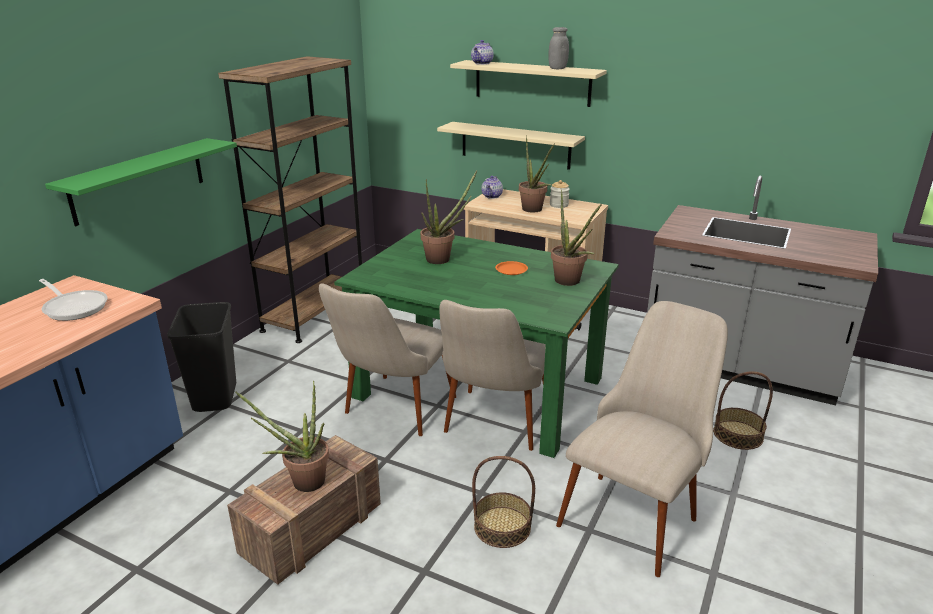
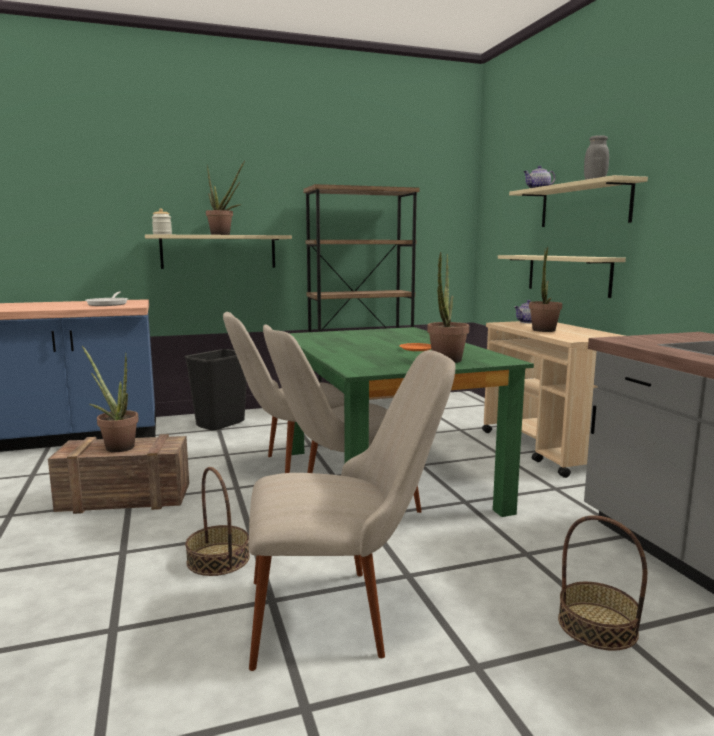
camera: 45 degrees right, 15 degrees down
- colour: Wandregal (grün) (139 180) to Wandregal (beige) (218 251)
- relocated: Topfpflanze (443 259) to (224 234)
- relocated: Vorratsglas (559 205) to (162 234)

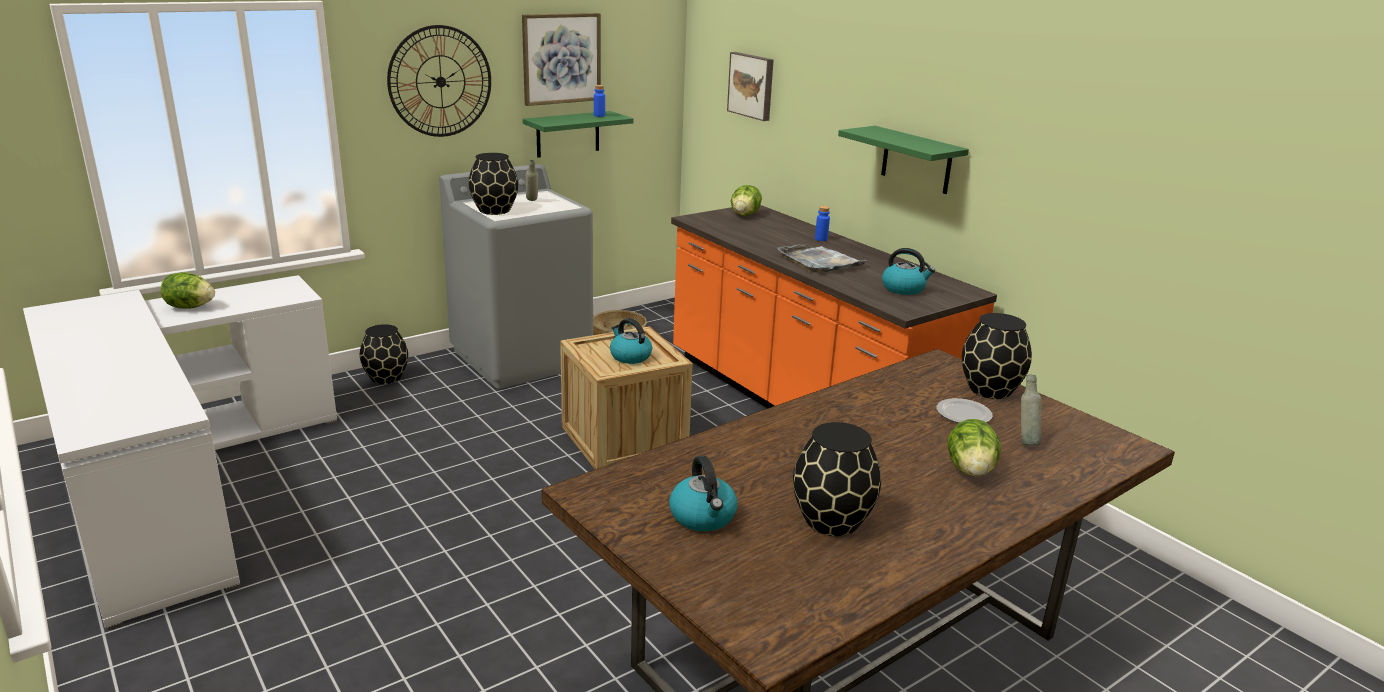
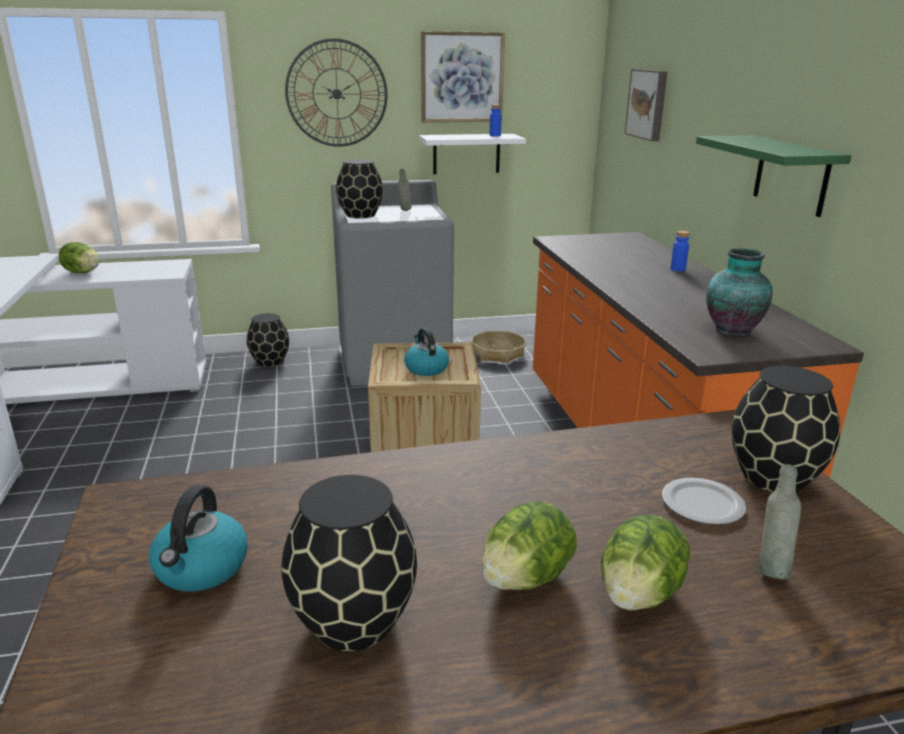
camera: 25 degrees right, 0 degrees up
- colour: Wandregal (grün) (568 134) to Wandregal (weiß) (466 154)
- relocated: Salatkopf (745 215) to (525 578)
- missing: Tablett (grau) (819 261)
- exchanged: Wasserkessel (904 289) to Vase (732 330)

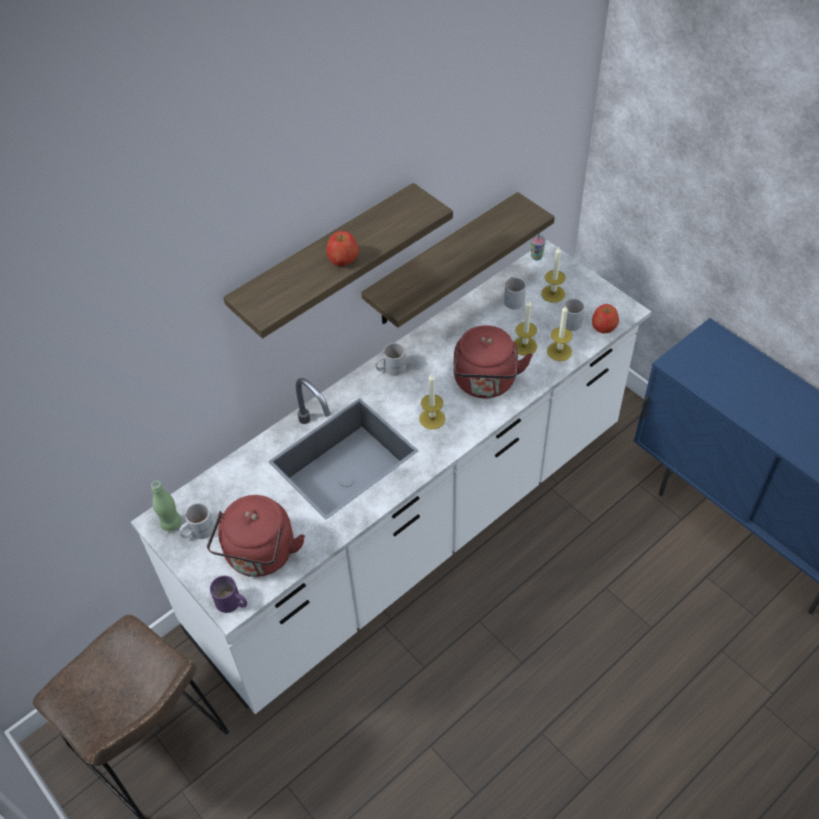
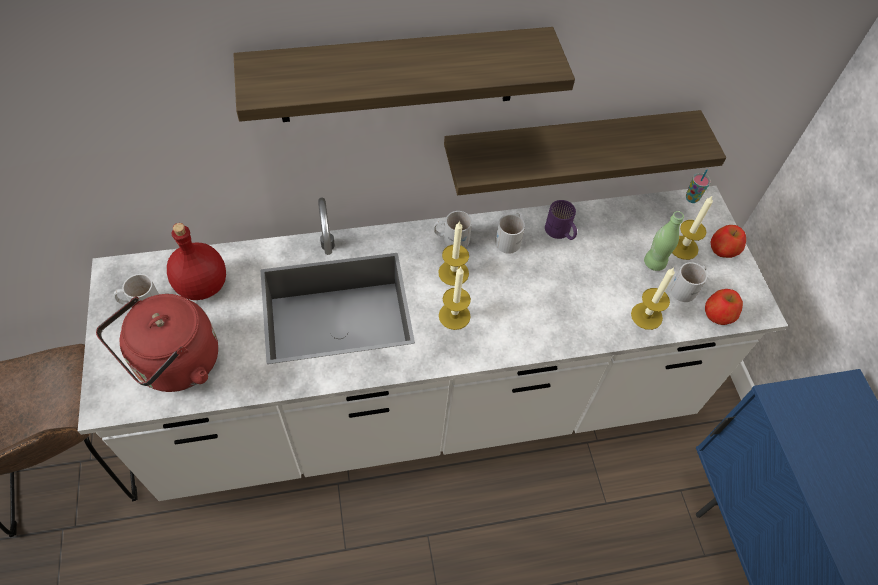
camera: 25 degrees right, 5 degrees up
- relocated: Flasche (grün) (171 523) to (654 263)
- relocated: Henkelbecher (lila) (231 604) to (559 232)
- relocated: Apfel (343 259) to (723 249)
- missing: Wasserkessel (rot) (485 383)
- relocated: Henkelbecher (weiß) (514 298) to (510 239)
- relocated: Kerze (524 346) to (453 273)
- appeared: Flasche (rot) (202 286)

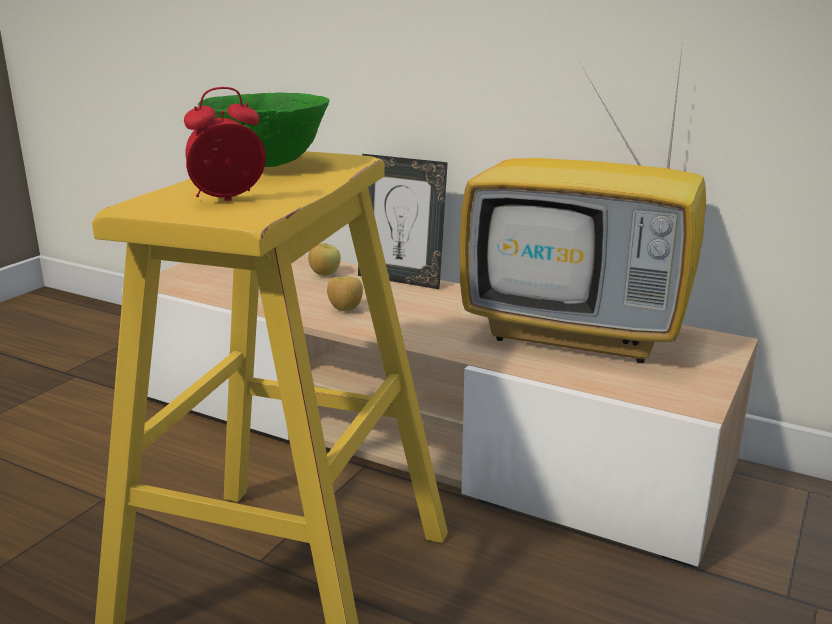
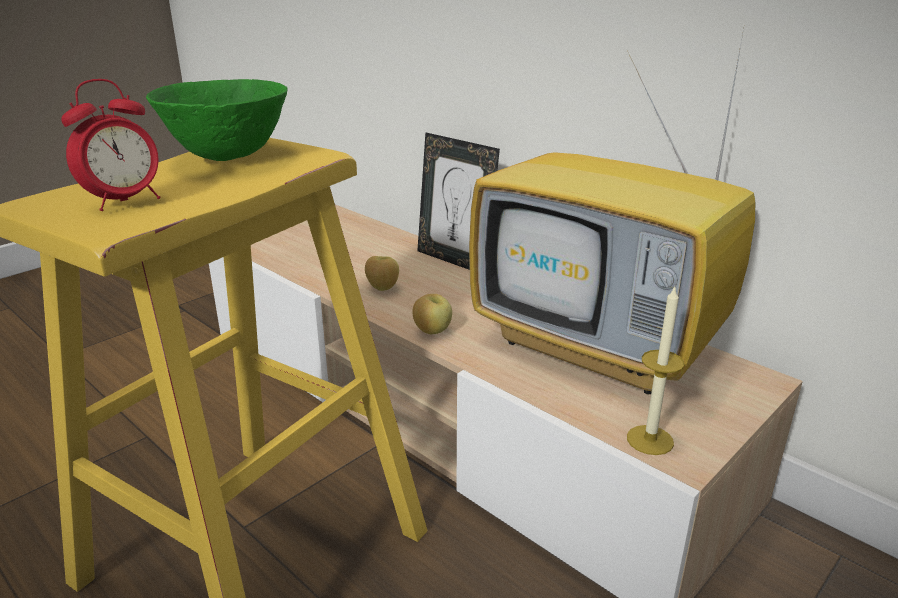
camera: 15 degrees right, 5 degrees up
- spun: Wecker (227 199) = (125 201) 150 degrees clockwise
- relocated: Apfel (325 274) to (432 331)
- appeared: Kerze (650 440)

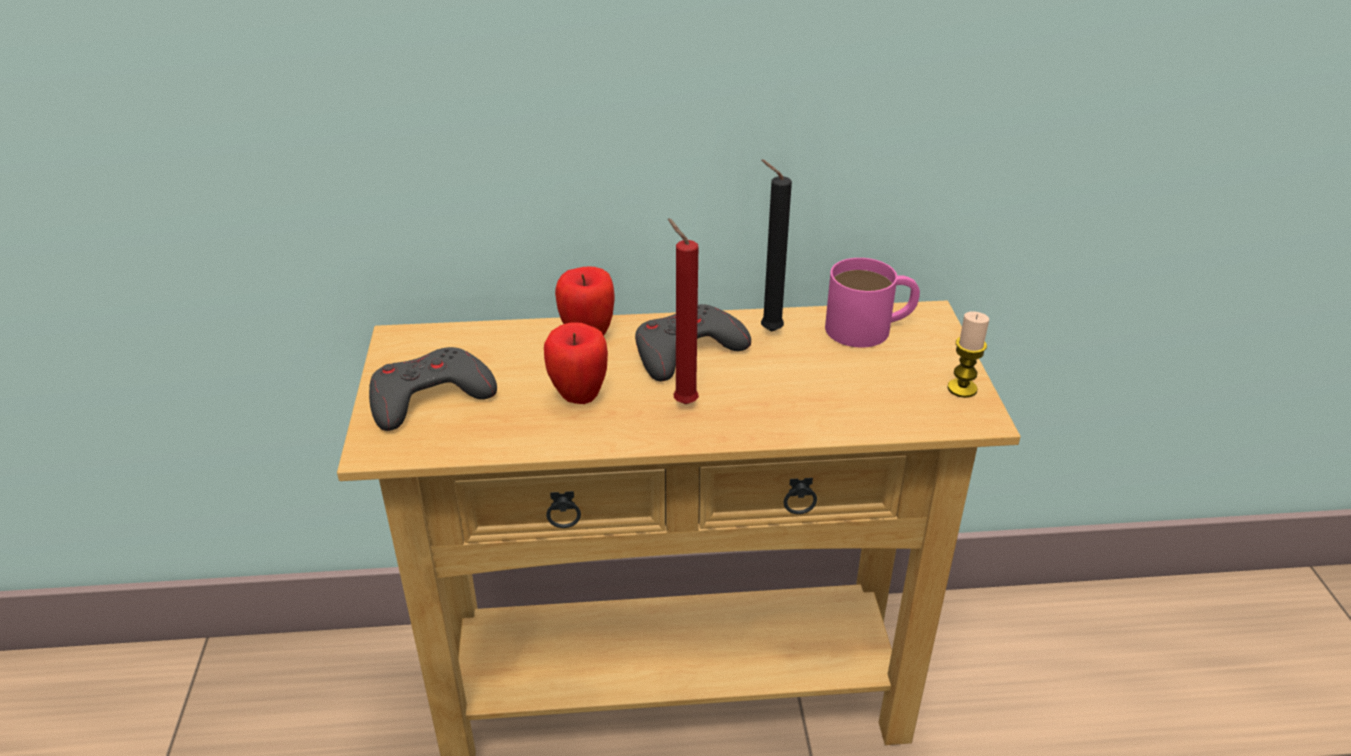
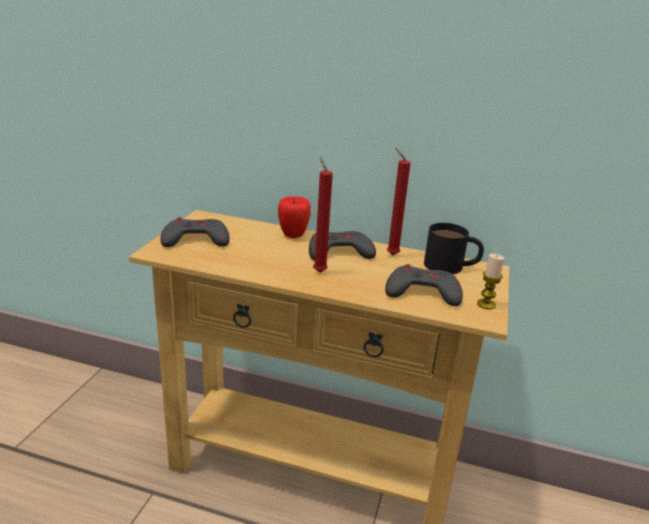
camera: 20 degrees right, 10 degrees down
- missing: Apfel (578 395)
- colour: Kerze (schwarz) (767 330) to Kerze (rot) (390 254)
- colour: Henkelbecher (rosa) (870 327) to Henkelbecher (schwarz) (451 266)
- appeared: Gamepad (grau) (422 292)

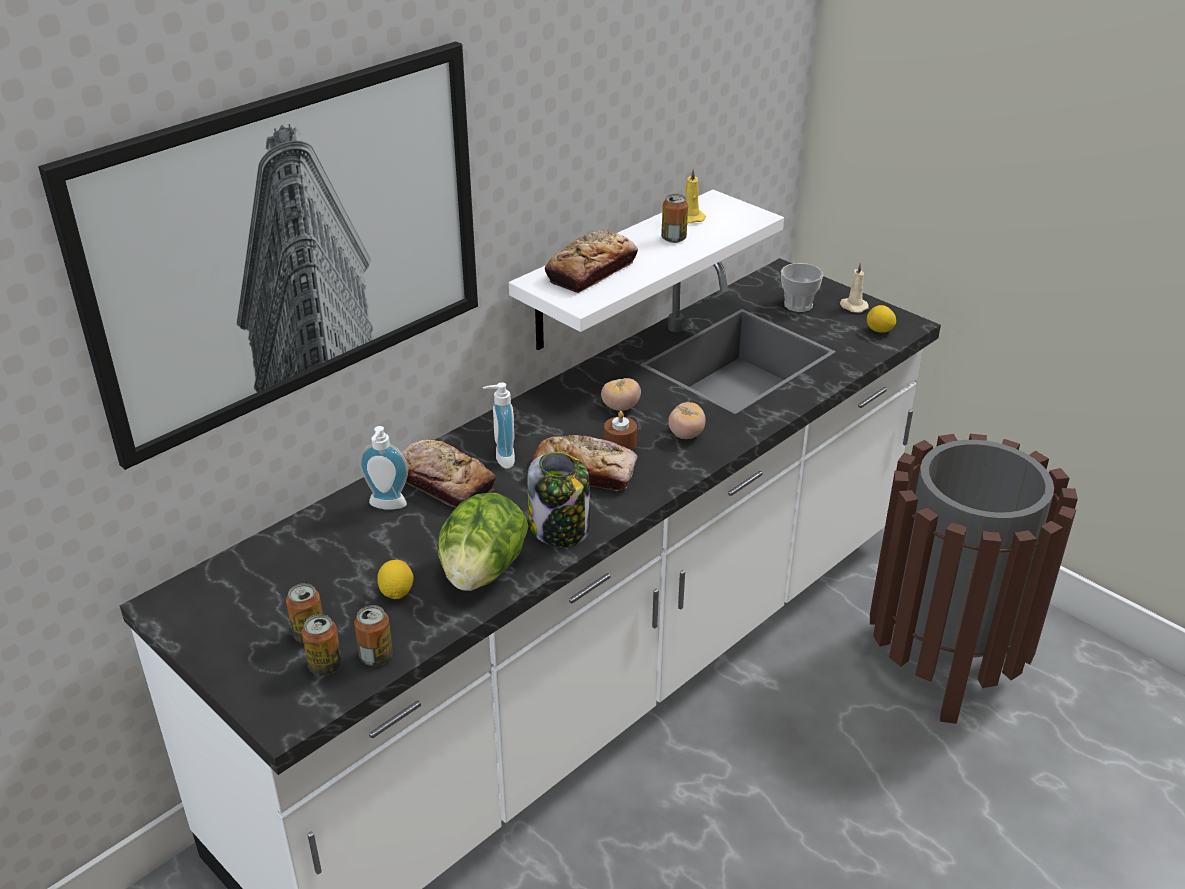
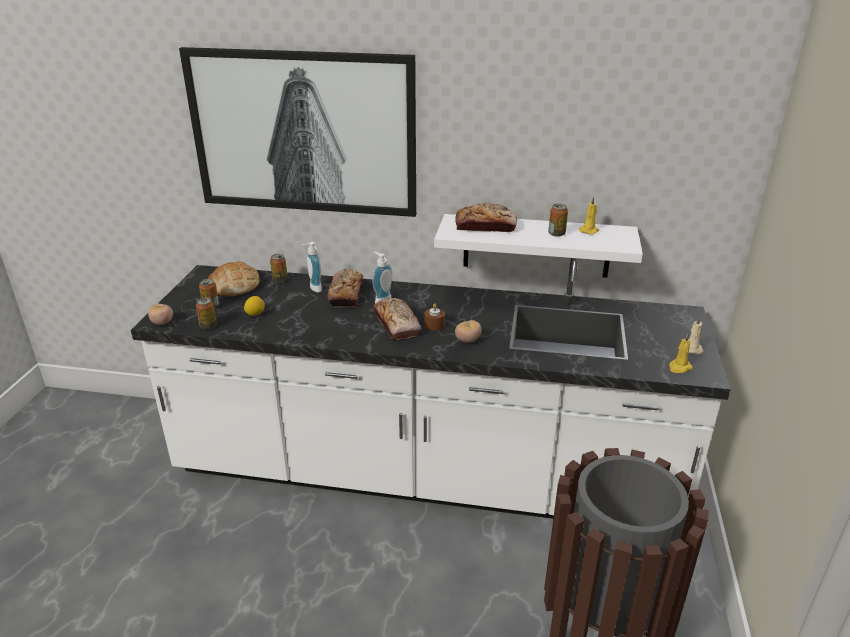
camera: 55 degrees right, 5 degrees down
- relocated: Dose (325 666) to (280 280)
- missing: Salatkopf (482 572)
- missing: Vorratsglas (560 529)
- relocated: Tomate (620 407) to (162 323)
- missing: Tasse (798 305)
- exchanged: Zitrone (879 331) to Kerze (gelb) (679 367)
- appeared: Brot (233 285)

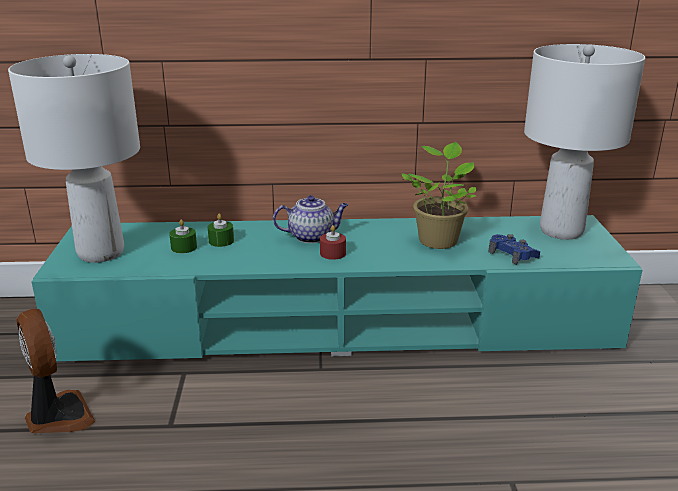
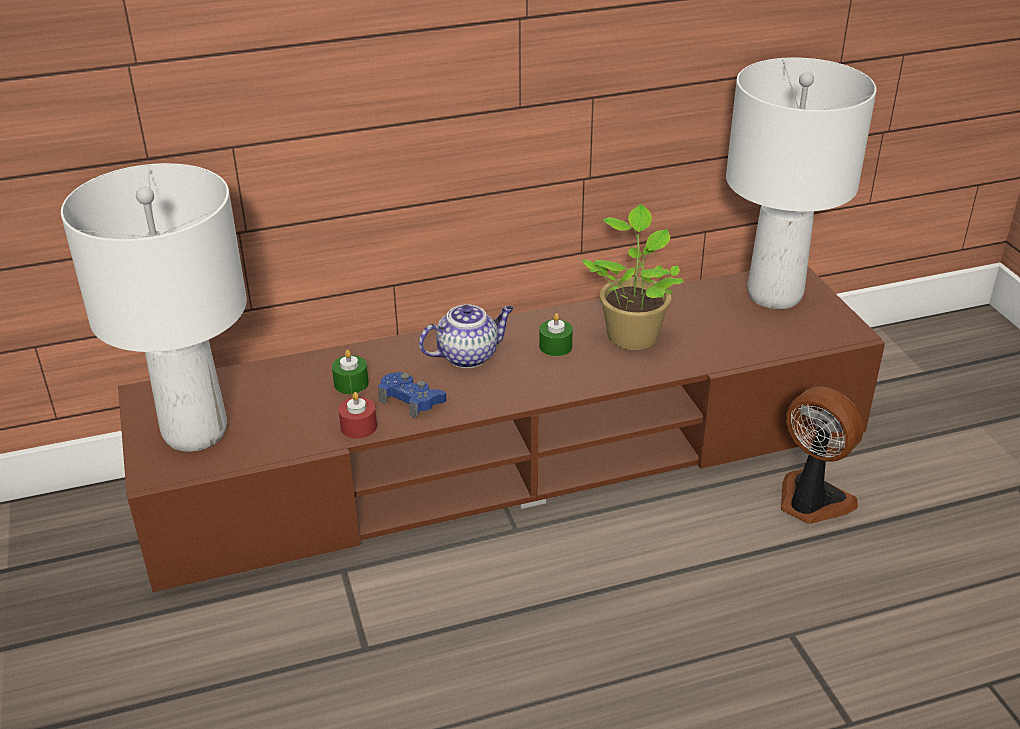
camera: 15 degrees left, 10 degrees up
- relocated: Ventilator (57 416) to (810 501)
- colour: Fernsehschrank (türkis) (340 325) to Fernsehschrank (braun) (512 459)
- relocated: Kerze (grün) (184 247) to (555 346)
- relocated: Kerze (rot) (333 253) to (358 427)
- relocated: Gamepad (blau) (512 254) to (411 400)

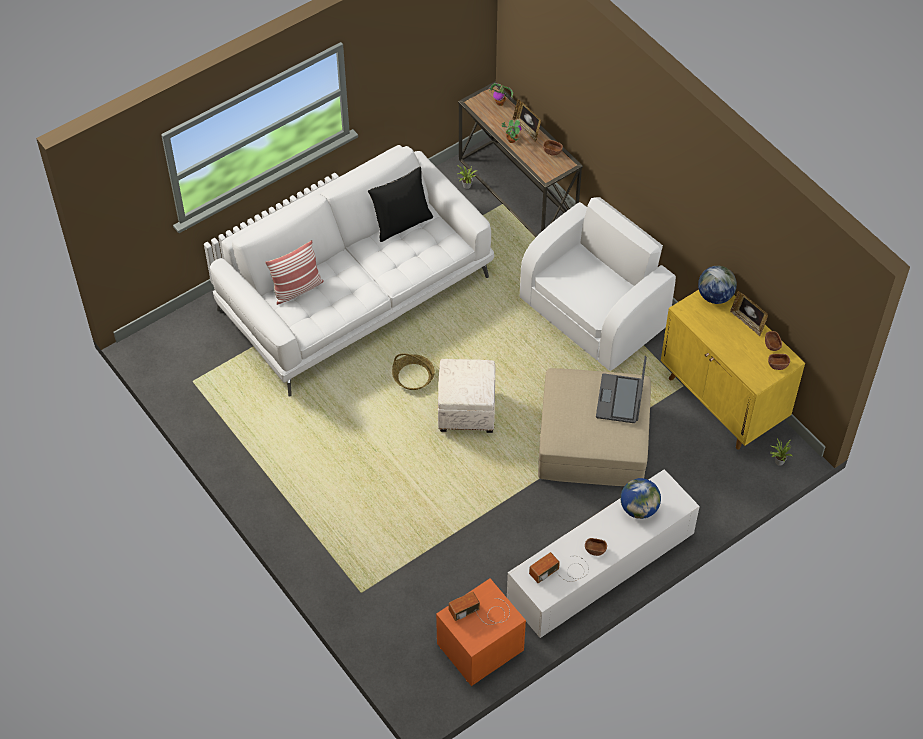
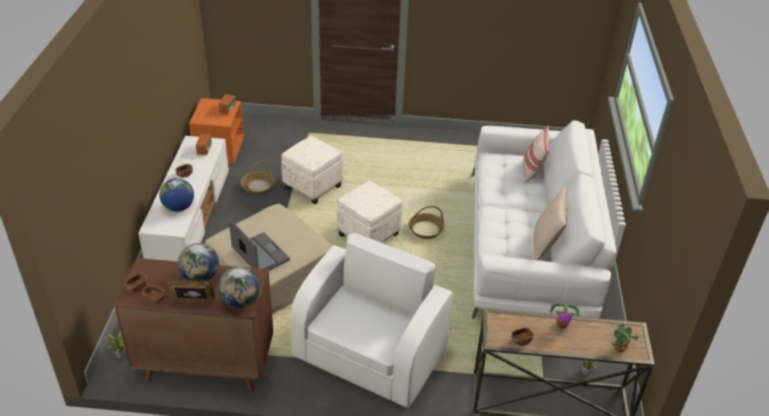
camera: 130 degrees right, 15 degrees down
- colour: Kissen (schwarz) (401 223) to Kissen (beige) (545 245)
- missing: Bilderrahmen (527 129)
- spun: Sessel (weiß) (594 313) = (370 353) 150 degrees counterclockwise
- colour: Schrank (gelb) (723 401) to Schrank (braun) (205 365)
- appeared: Globus (200 278)
- appeared: Korb (258 186)
- appeared: Polsterhocker (weiß) (312 187)

